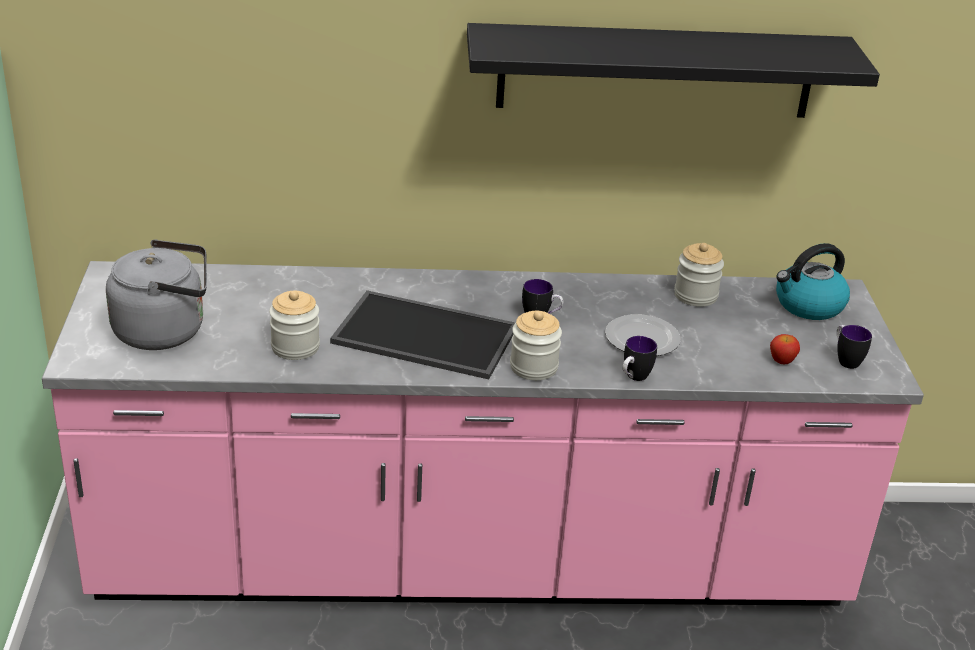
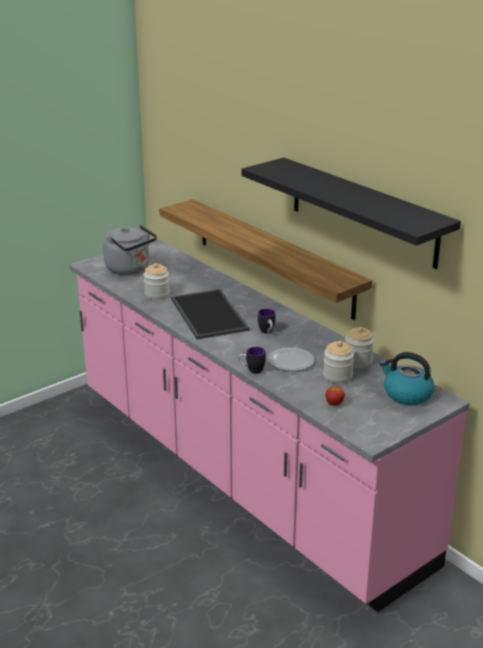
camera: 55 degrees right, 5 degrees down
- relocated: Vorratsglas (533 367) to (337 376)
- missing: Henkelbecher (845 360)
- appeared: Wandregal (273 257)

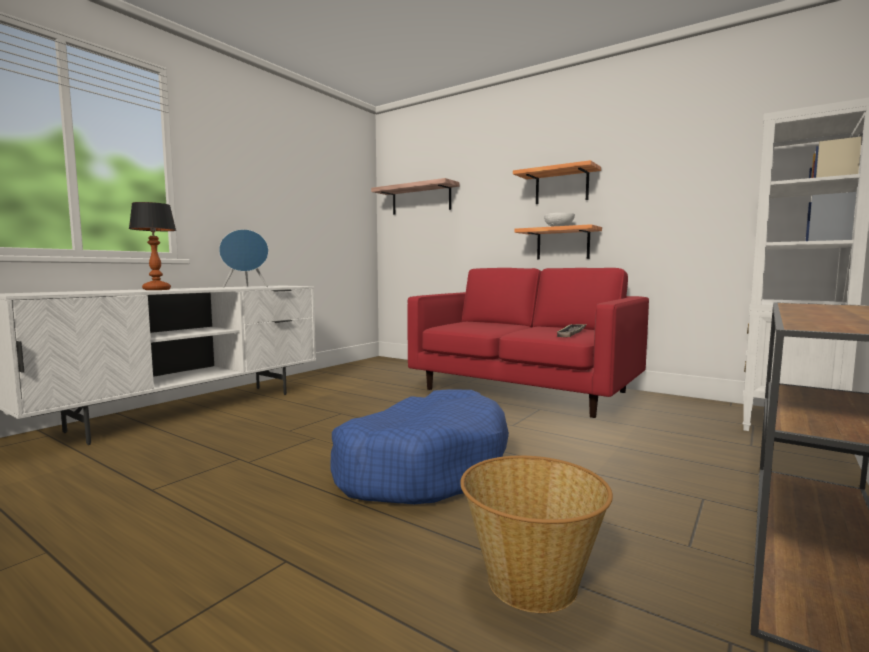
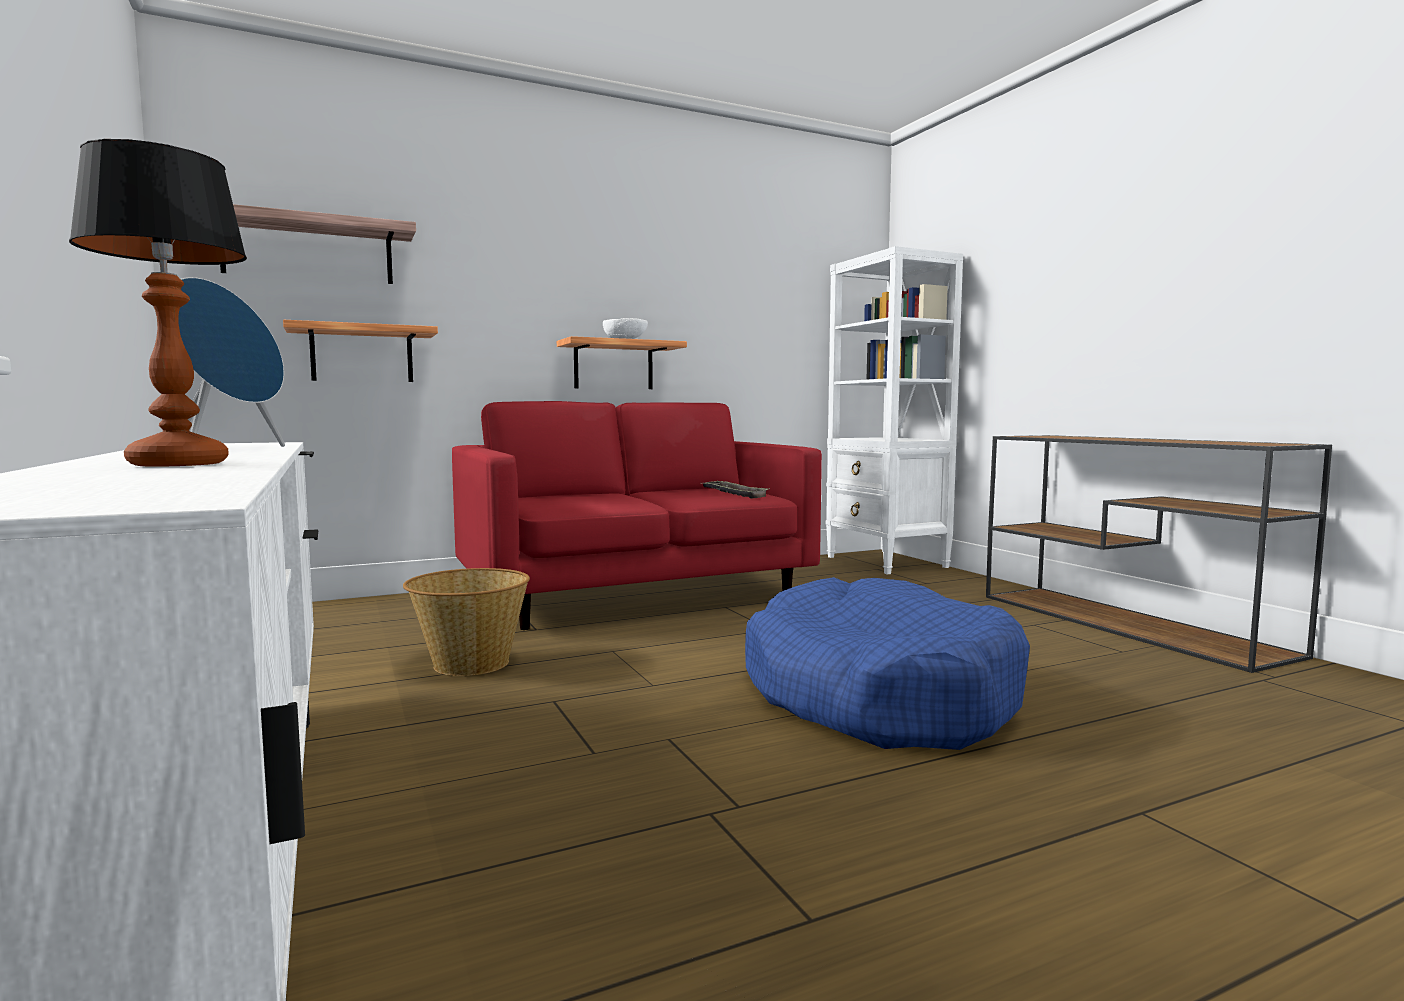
camera: 60 degrees left, 0 degrees up
- relocated: Korb (531 581) to (470 663)
- relocated: Wandregal (561 186) to (362 355)

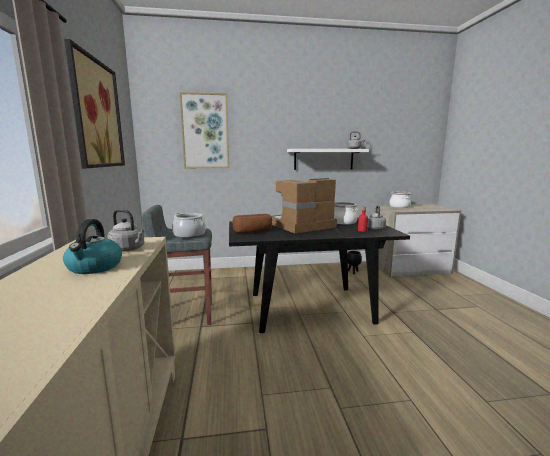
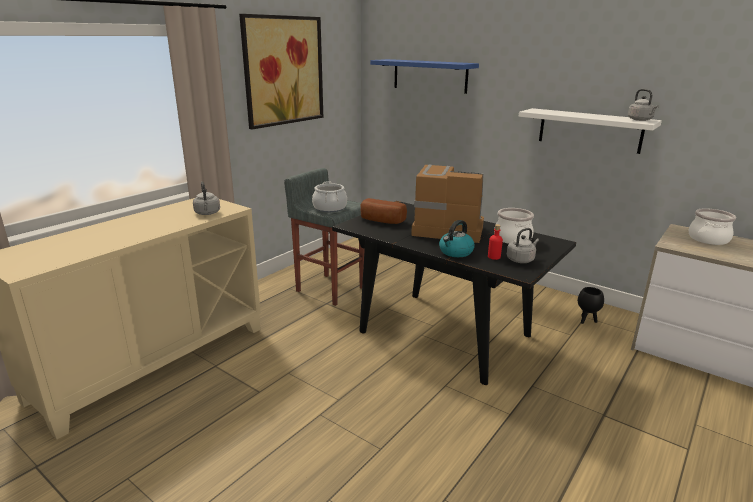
camera: 45 degrees right, 10 degrees up
- relocated: Wasserkessel (95 267) to (455 252)
- exchanged: Bild (205 131) to Wandregal (blau) (430 76)

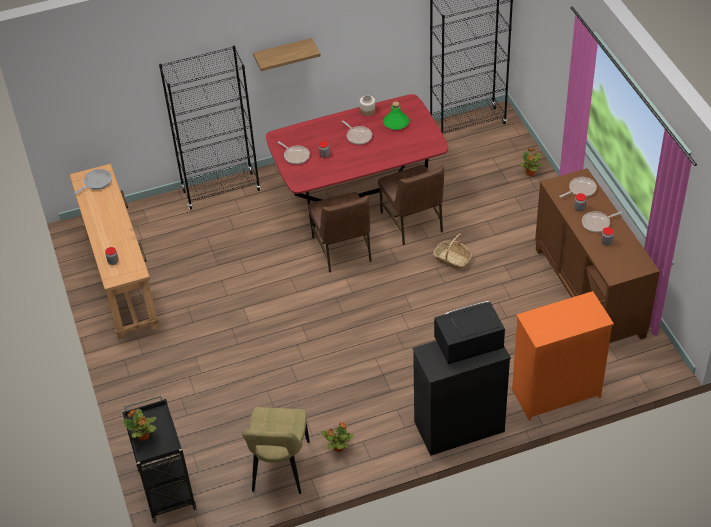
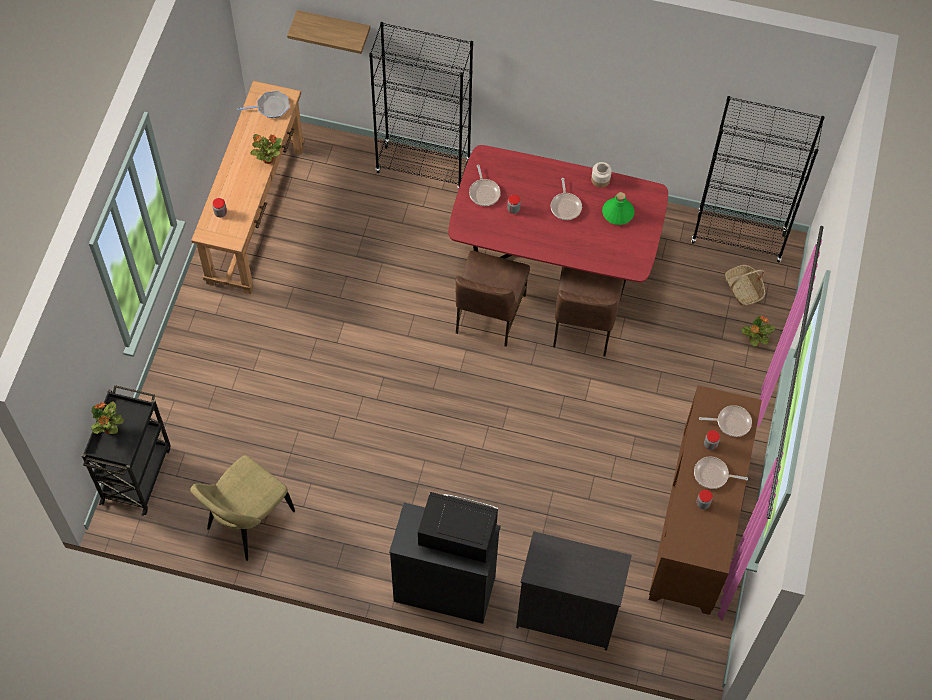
camera: 30 degrees right, 15 degrees up
- relocated: Wandregal (283 54) to (334 27)
- relocated: Topfpflanze (338 448) to (267 159)
- relocated: Korb (452 259) to (743 289)
- colour: Kommode (orange) (555 393) to Kommode (schwarz) (565 615)

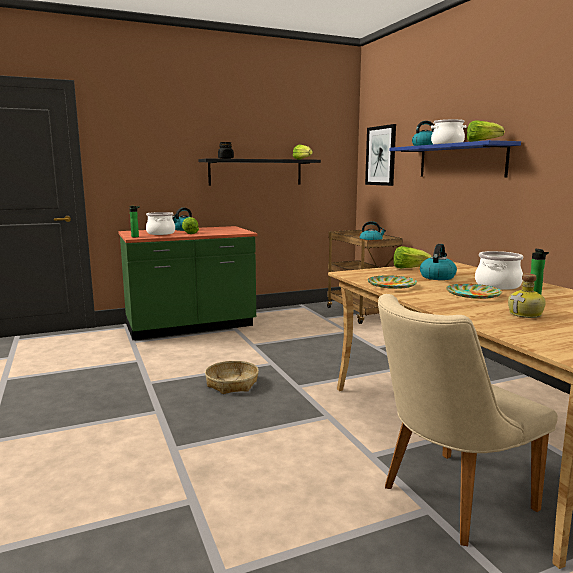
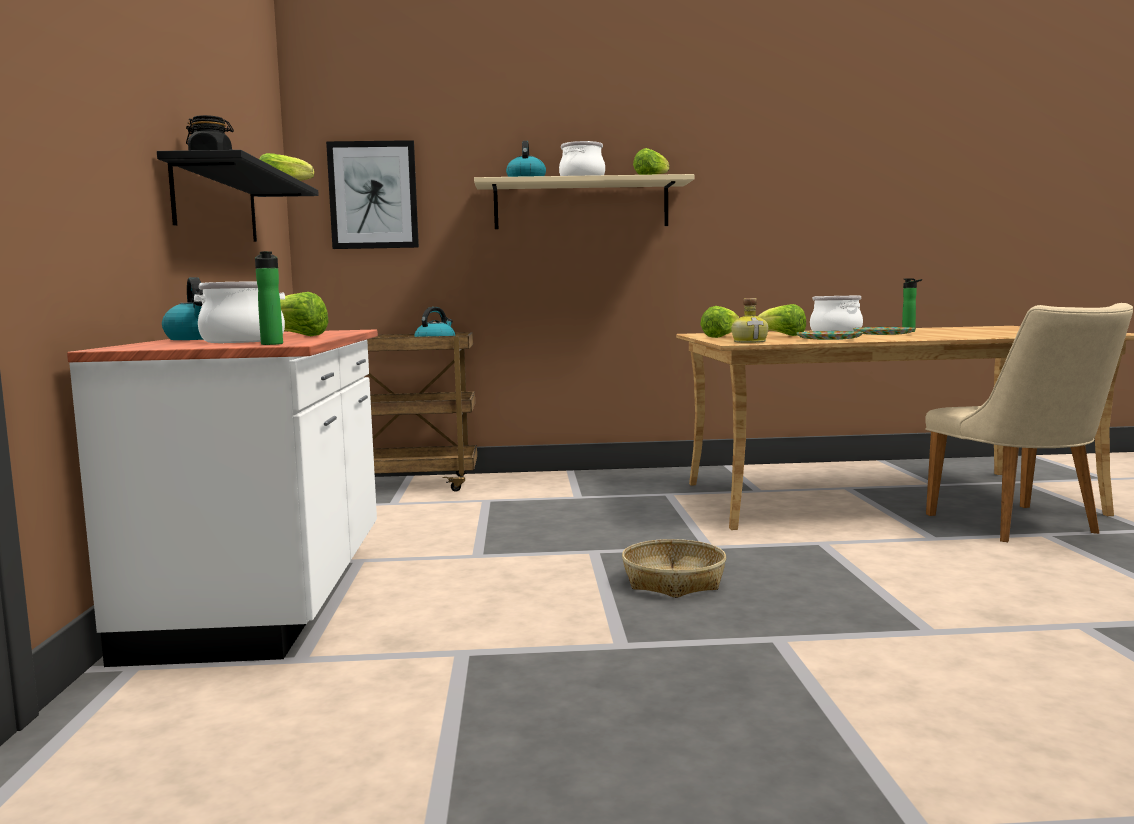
camera: 70 degrees left, 5 degrees down
- colour: Küchenzeile (grün) (191 326) to Küchenzeile (weiß) (271 595)
- colour: Wandregal (blau) (461 161) to Wandregal (beige) (581 205)
- exchanged: Wasserkessel (437 277) to Salatkopf (781 335)
- relocated: Flasche (526 314) to (750 342)

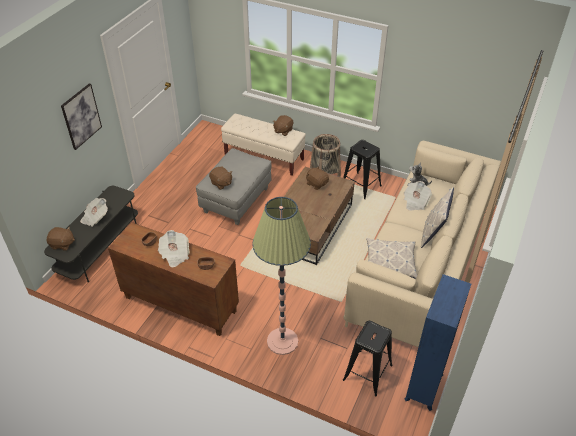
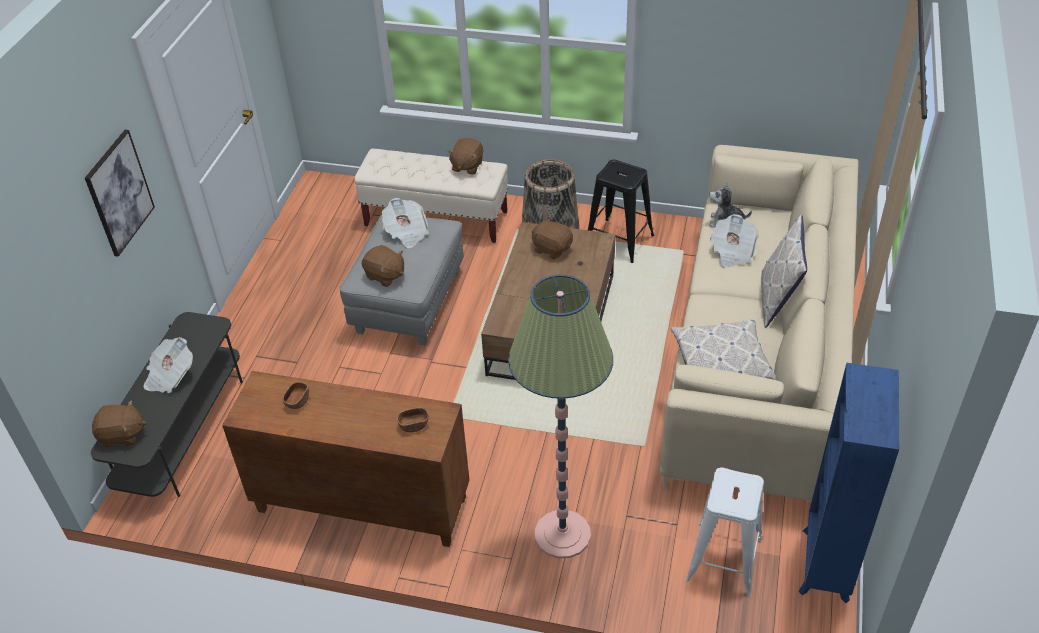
camera: 10 degrees left, 0 degrees up
- relocated: Zeitung (175 254) to (406 233)
- colour: Hocker (schwarz) (367 372) to Hocker (weiß) (724 558)

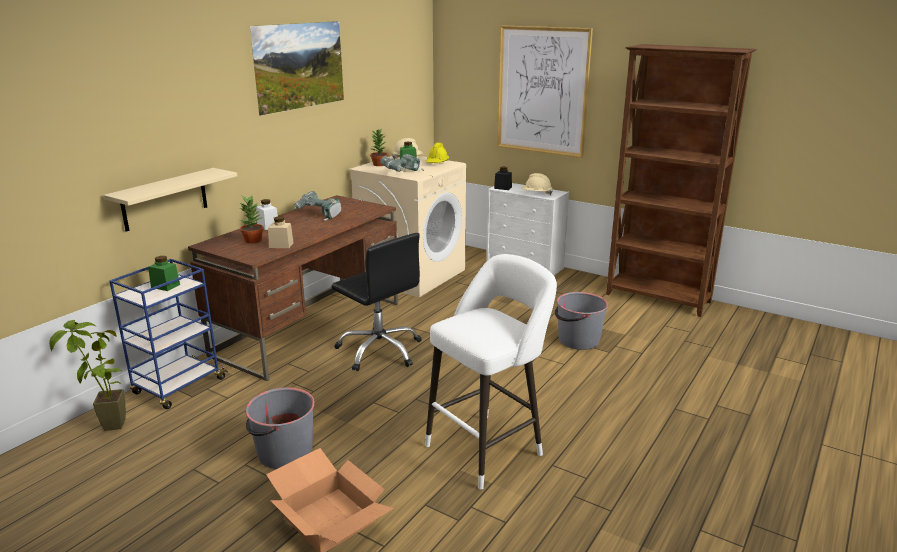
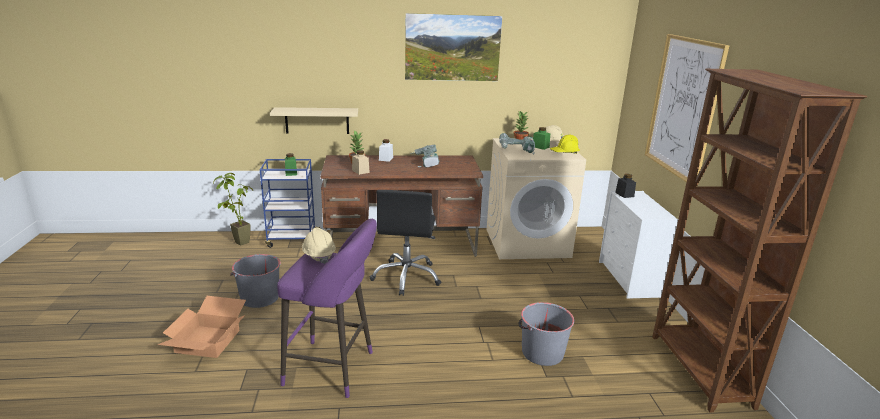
camera: 50 degrees right, 0 degrees up
- colour: Hocker (weiß) (488 447) to Hocker (lila) (334 369)
- relocated: Schutzhelm (beige) (536 194) to (318 255)

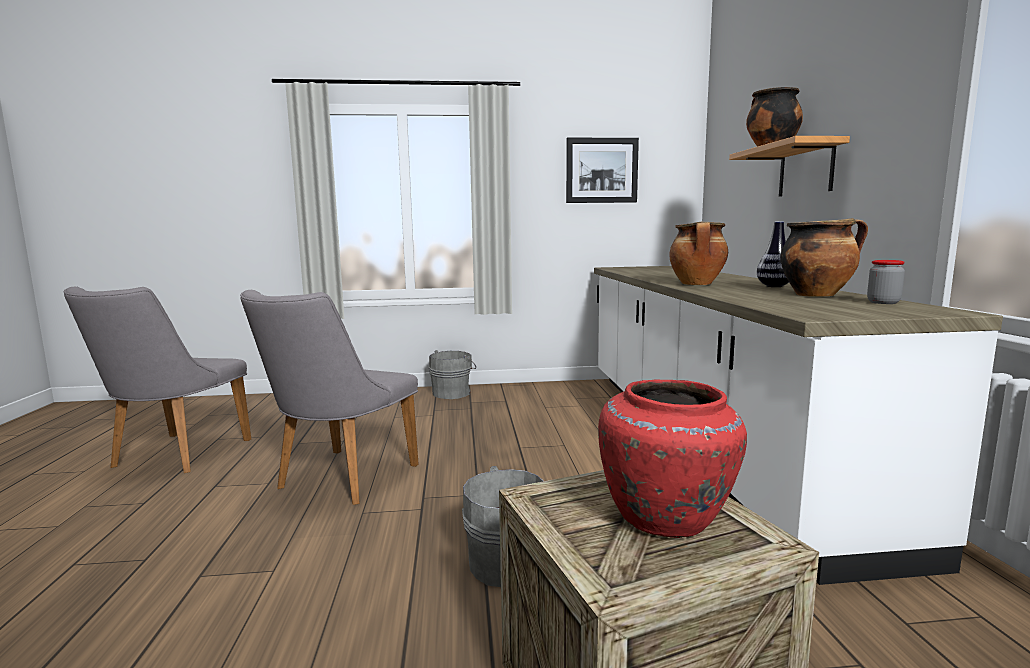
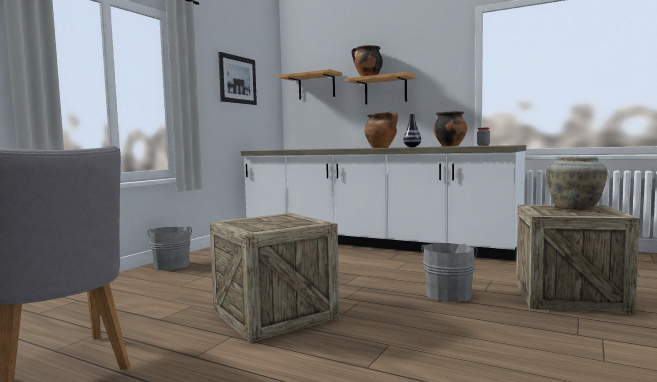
camera: 55 degrees left, 5 degrees down
- exchanged: Stuhl (grau) (338 480) to Kiste (274 314)
- colour: Vase (rot) (668 519) to Vase (beige) (575 209)
- appeared: Wandregal (316 86)

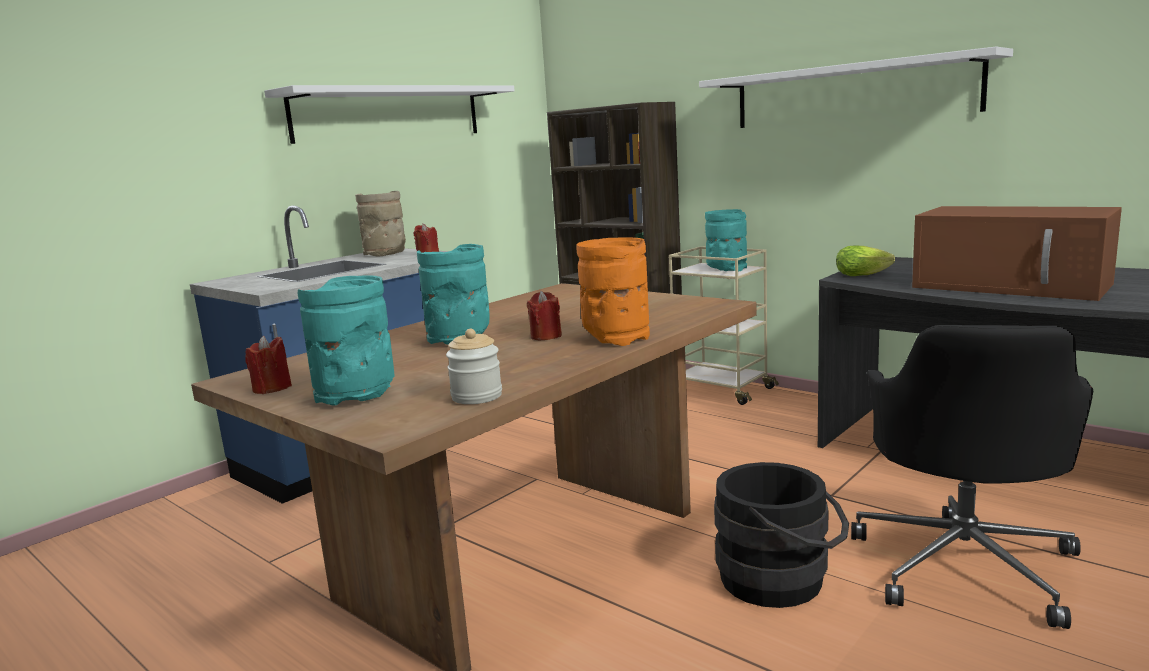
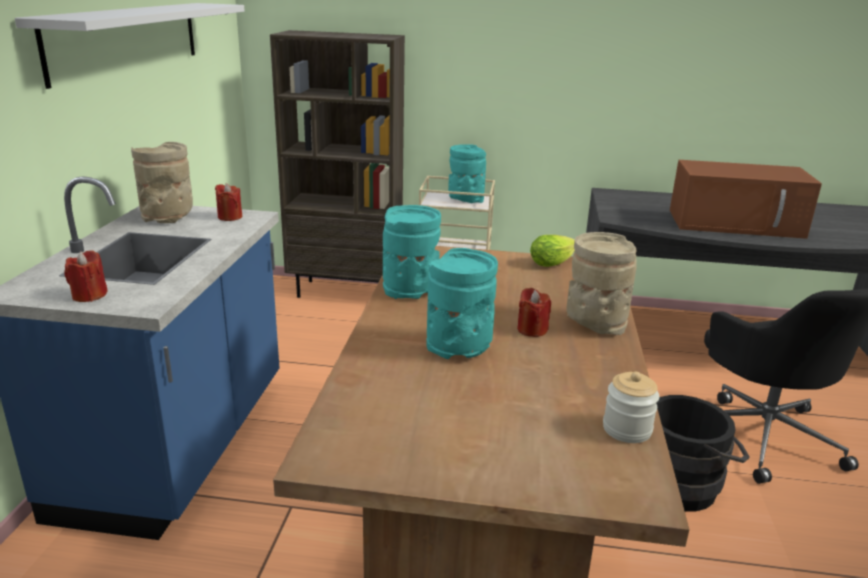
camera: 35 degrees left, 10 degrees up
- relocated: Kerze (rot) (272 388) to (89 295)
- relocated: Vase (türkis) (356 395) to (411 289)
- colour: Vase (orange) (615 337) to Vase (beige) (594 323)
- missing: Wandregal (weiß) (851 93)
- relocated: Salatkopf (865 274) to (554 262)

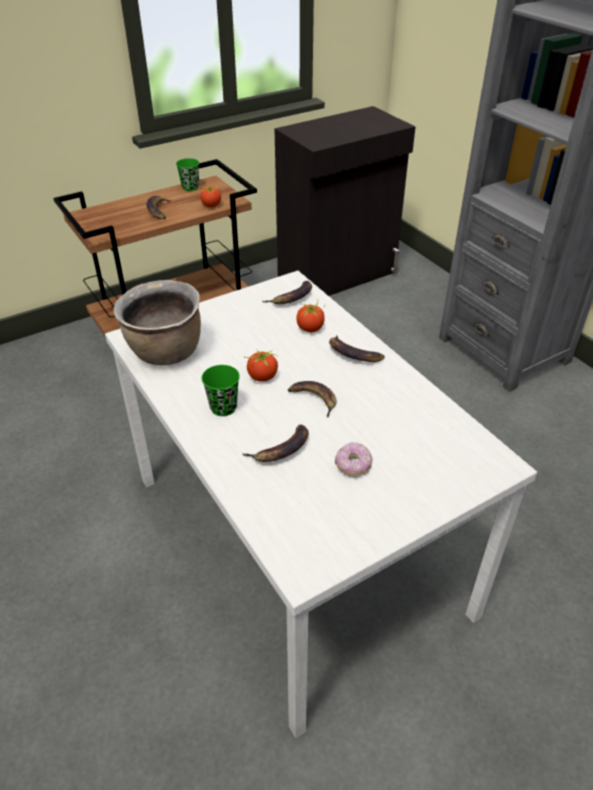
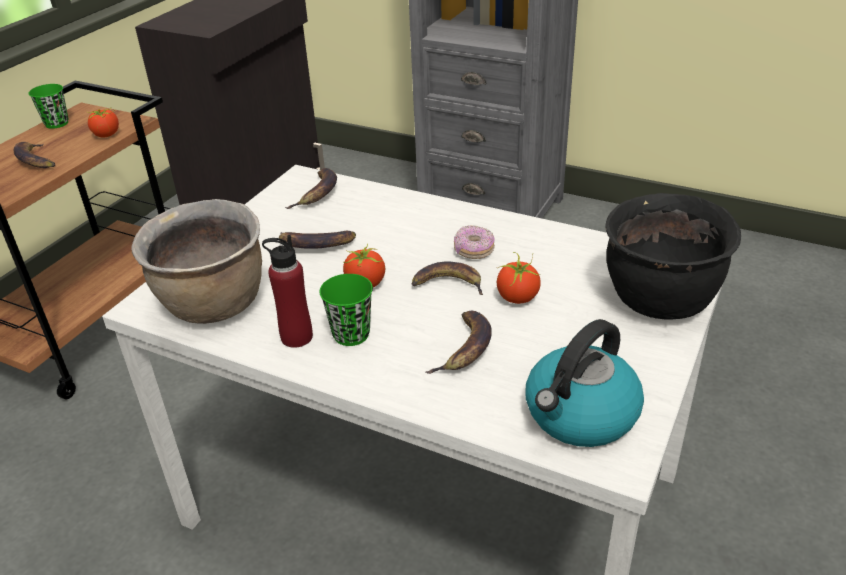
camera: 30 degrees left, 5 degrees down
- relocated: Tomate (310 328) to (517 297)
- relocated: Banane (353 354) to (315 245)
- relocated: Donut (353 465) to (473 250)
- appeared: Flasche (rot) (296 337)
- appeared: Wasserkessel (580 415)
- appeared: Kochtopf (schwarz) (660 301)

